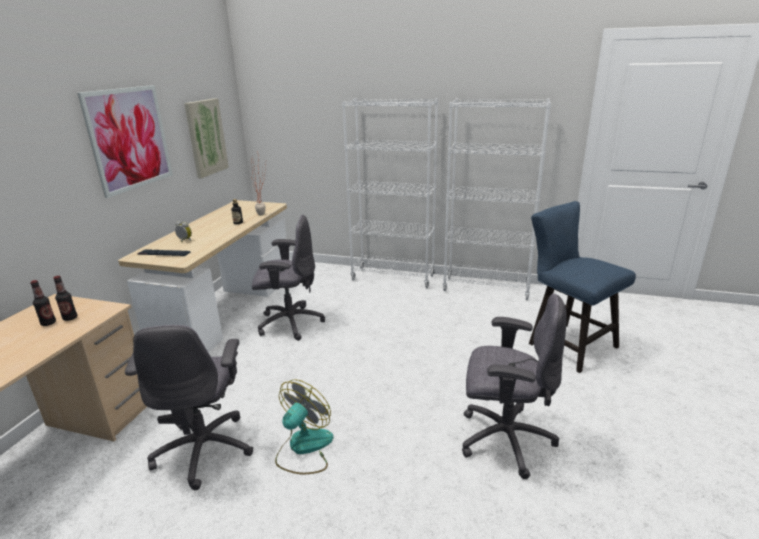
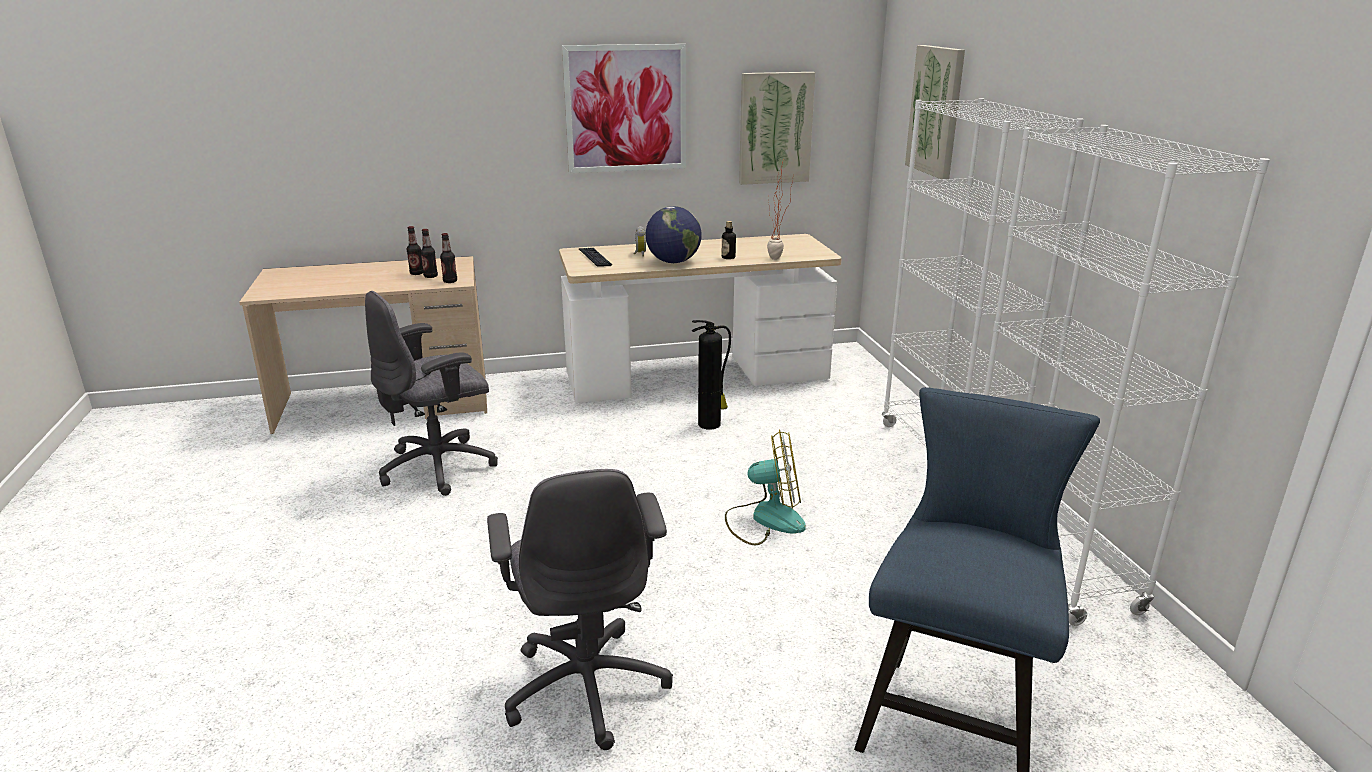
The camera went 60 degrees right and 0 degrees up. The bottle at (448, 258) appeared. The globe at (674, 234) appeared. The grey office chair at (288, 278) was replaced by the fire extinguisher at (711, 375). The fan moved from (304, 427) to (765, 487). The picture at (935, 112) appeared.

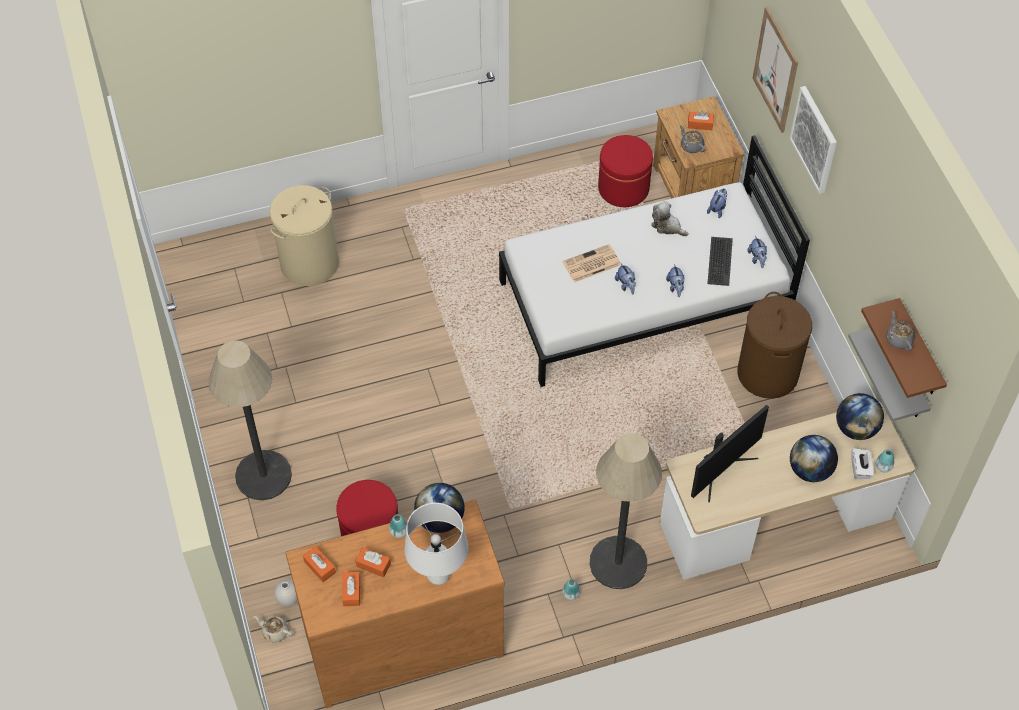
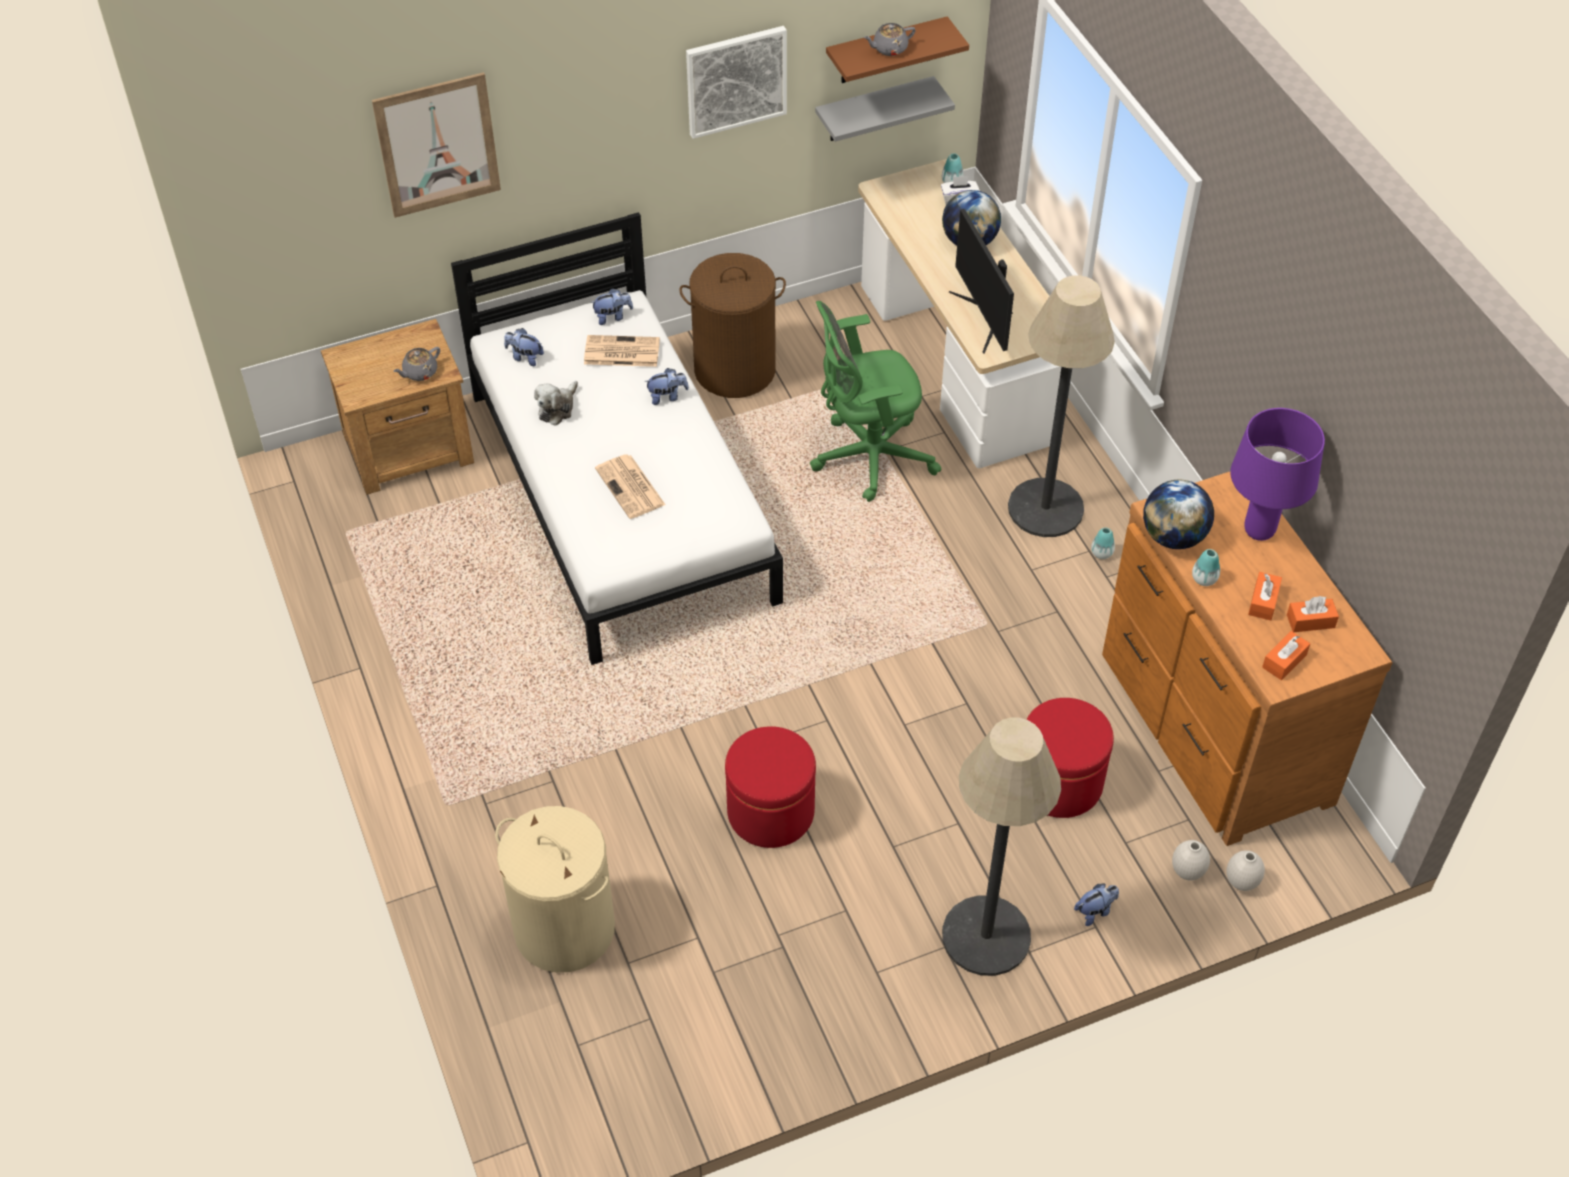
The camera went 95 degrees left and 5 degrees down. The keyboard at (720, 261) was replaced by the newspaper at (622, 351). The picture moved from (813, 140) to (736, 82). The red ottoman moved from (625, 171) to (770, 787). The green office chair at (875, 401) appeared. The monitor at (730, 453) turned 150 degrees counterclockwise. The plush toy moved from (625, 278) to (1096, 905). The beige teapot at (273, 629) was replaced by the white vase at (1246, 870). The white table lamp at (436, 544) became the purple table lamp at (1277, 474). The orange tissue box at (701, 120) disappeared. The globe at (860, 416) disappeared.

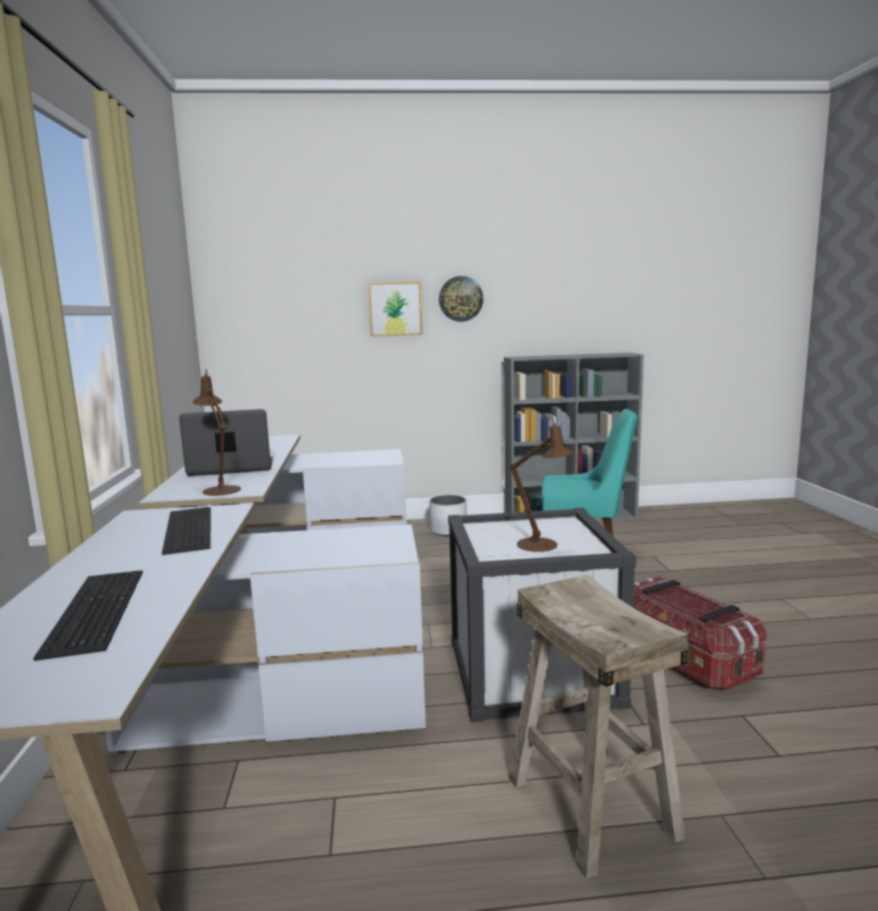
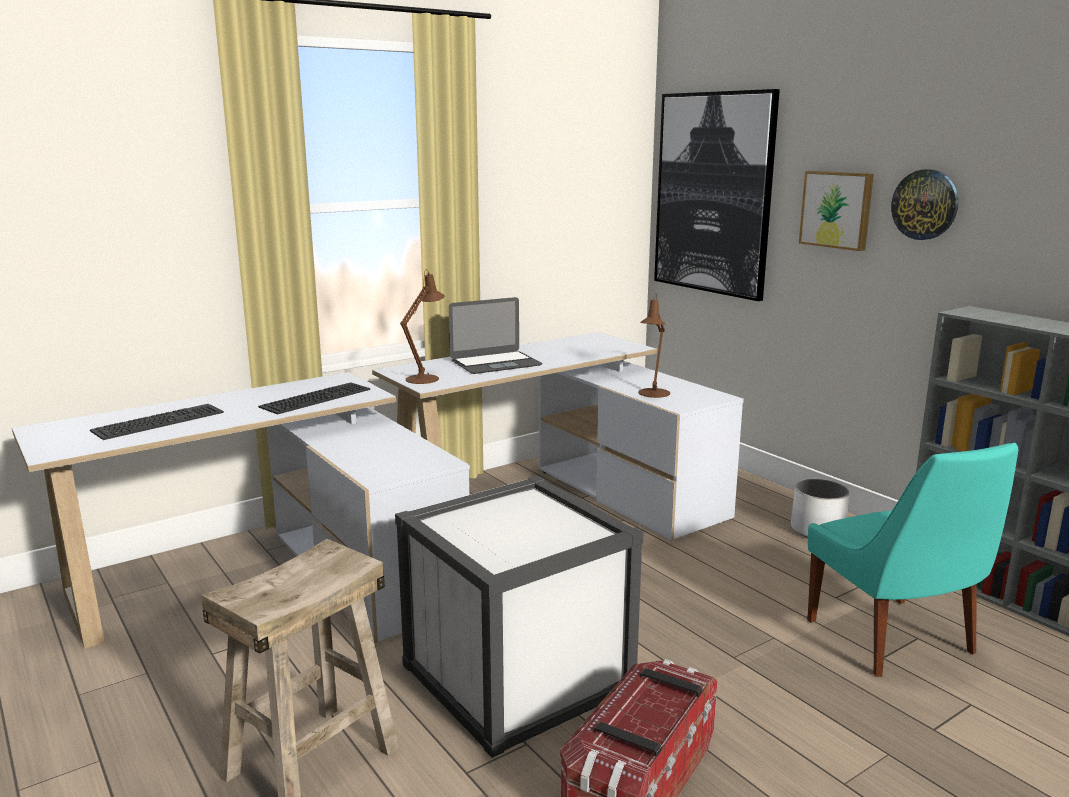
The camera went 60 degrees right and 5 degrees up. The laptop at (226, 442) turned 105 degrees clockwise. The brown table lamp moved from (542, 484) to (654, 345). The picture at (717, 195) appeared.

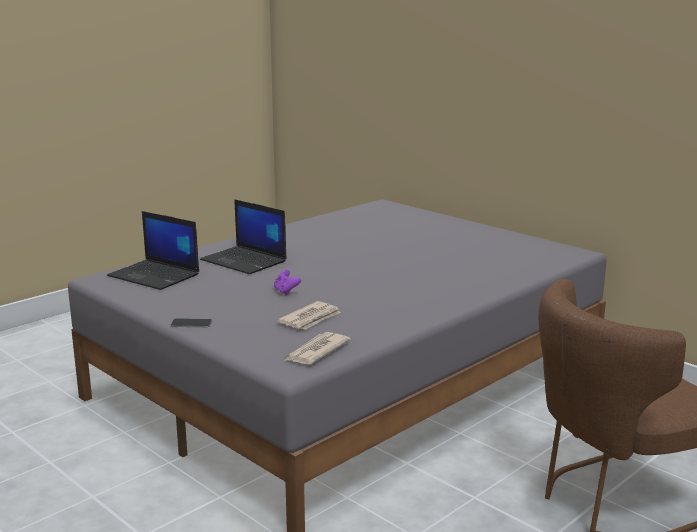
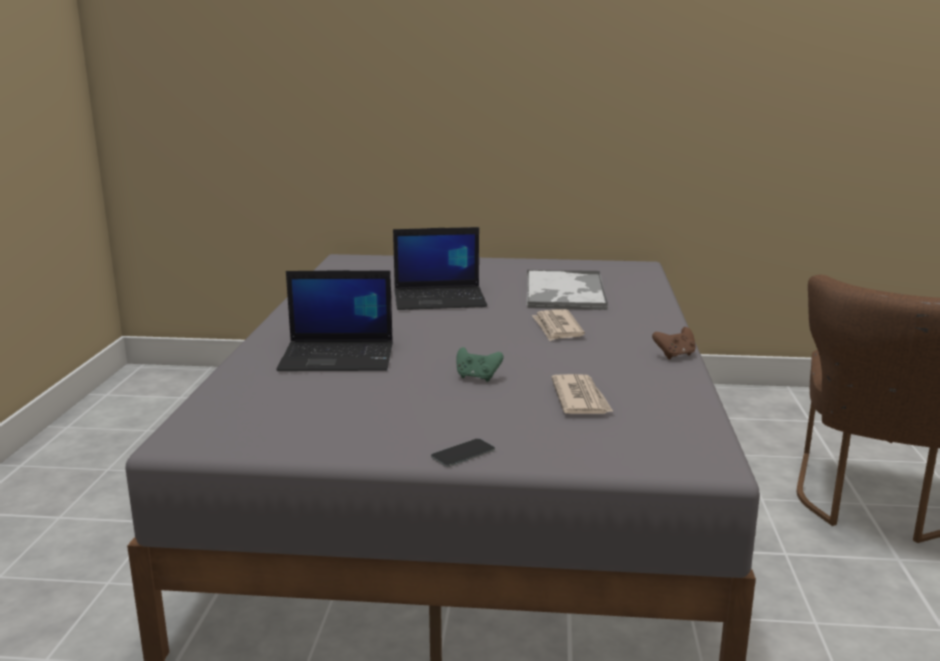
The camera went 40 degrees left and 0 degrees up. The laptop moved from (153, 250) to (440, 268). The purple game controller at (287, 282) became the green game controller at (479, 364). The tray at (567, 290) appeared. The newspaper moved from (317, 348) to (558, 325). The brown game controller at (674, 343) appeared.

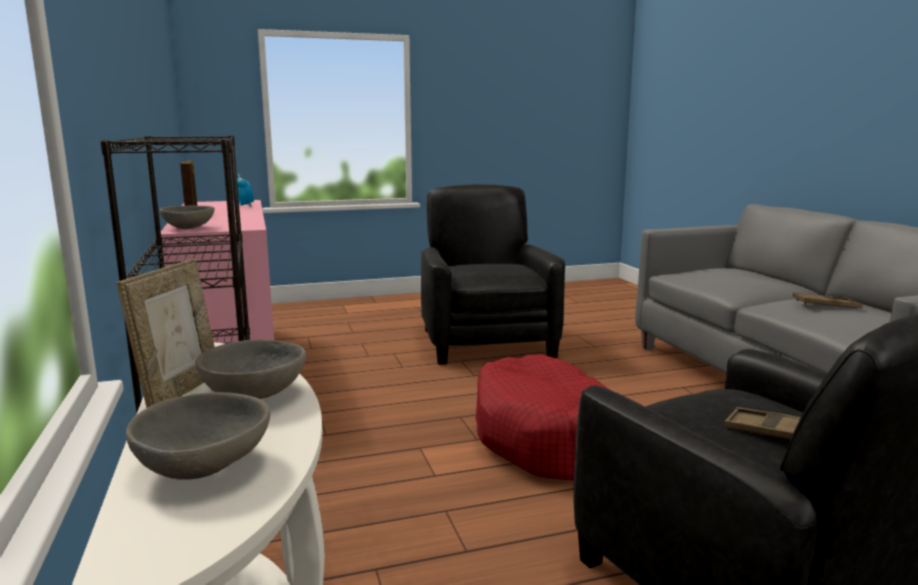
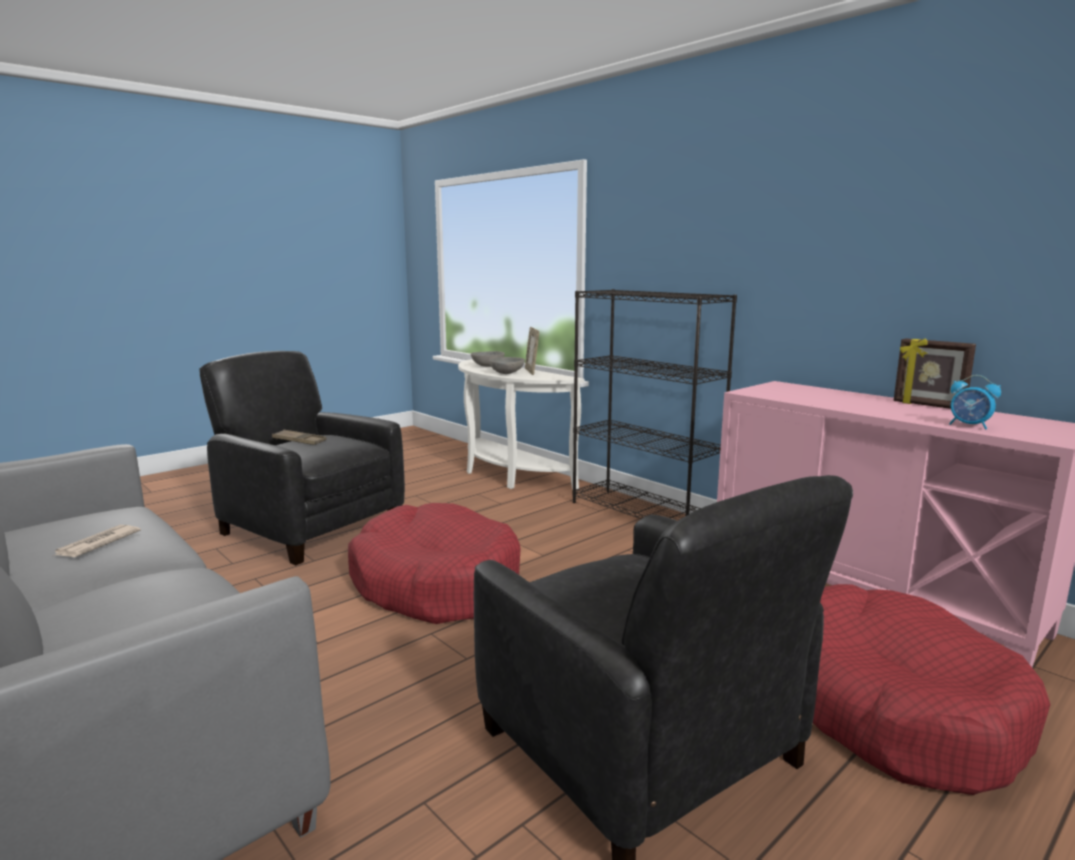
The camera went 155 degrees right and 0 degrees up. The brown tray at (827, 300) was replaced by the newspaper at (97, 541). The red dog bed at (931, 689) appeared. The grey bowl at (187, 217) disappeared.

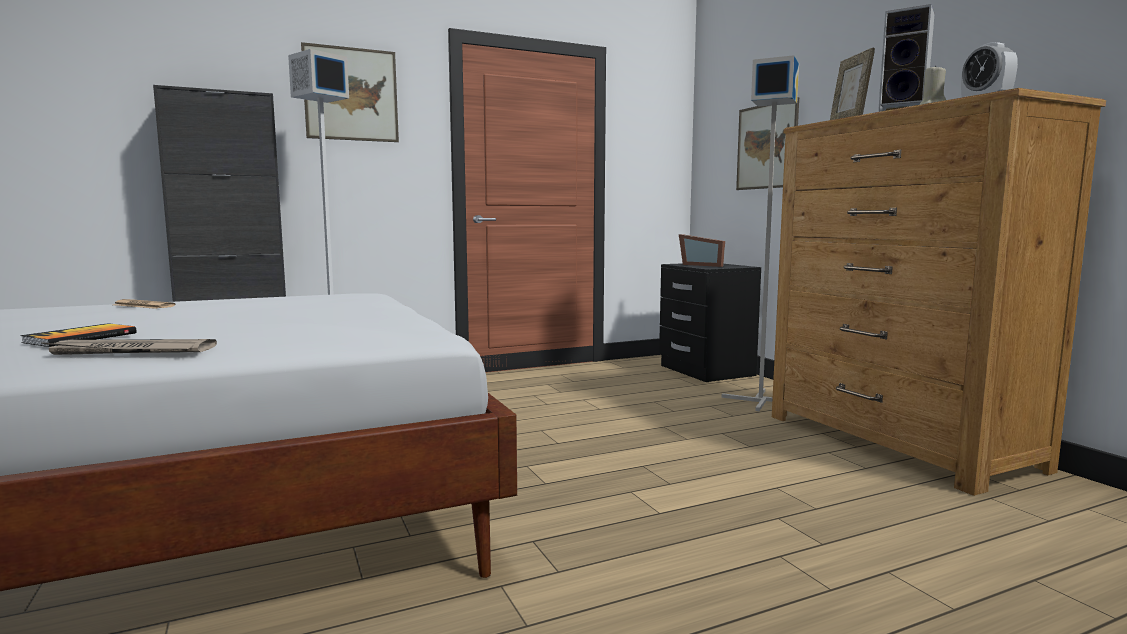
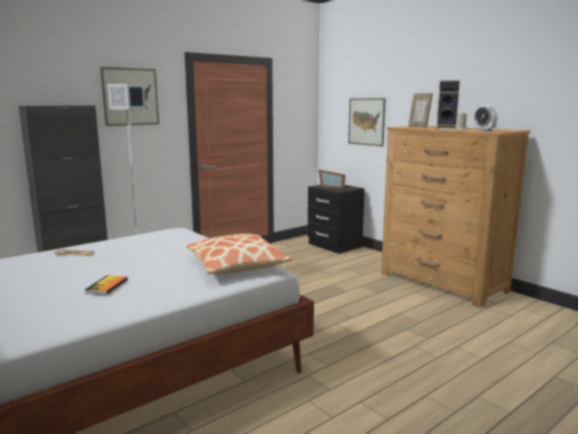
The camera went 15 degrees left and 5 degrees up. The pillow at (239, 254) appeared. The newspaper at (128, 347) disappeared. The grey floor lamp at (760, 233) disappeared.

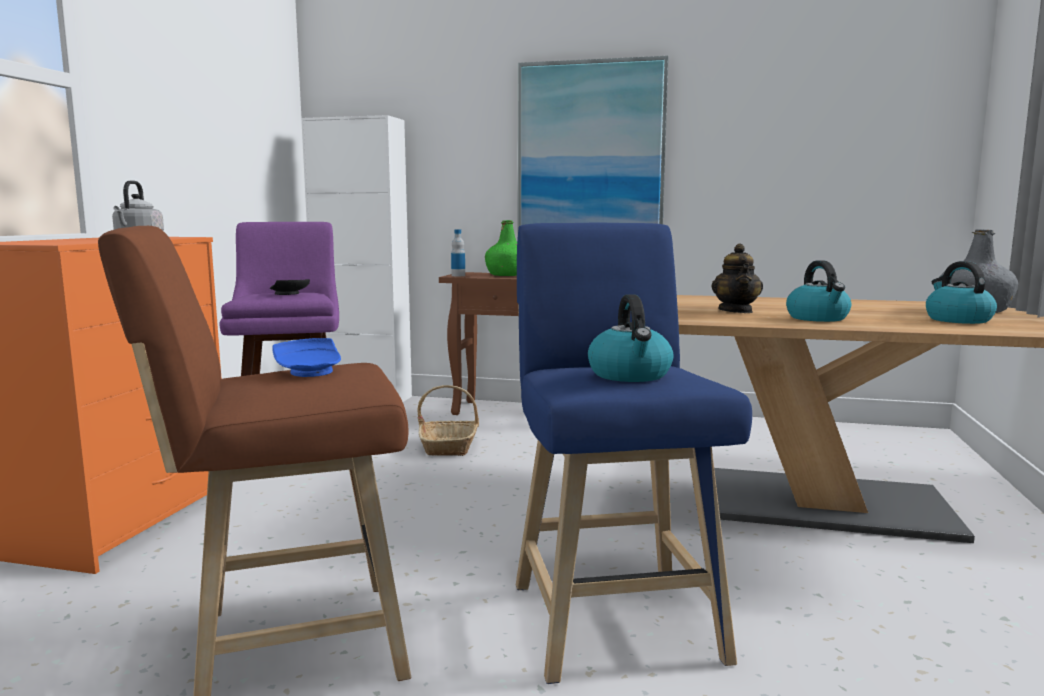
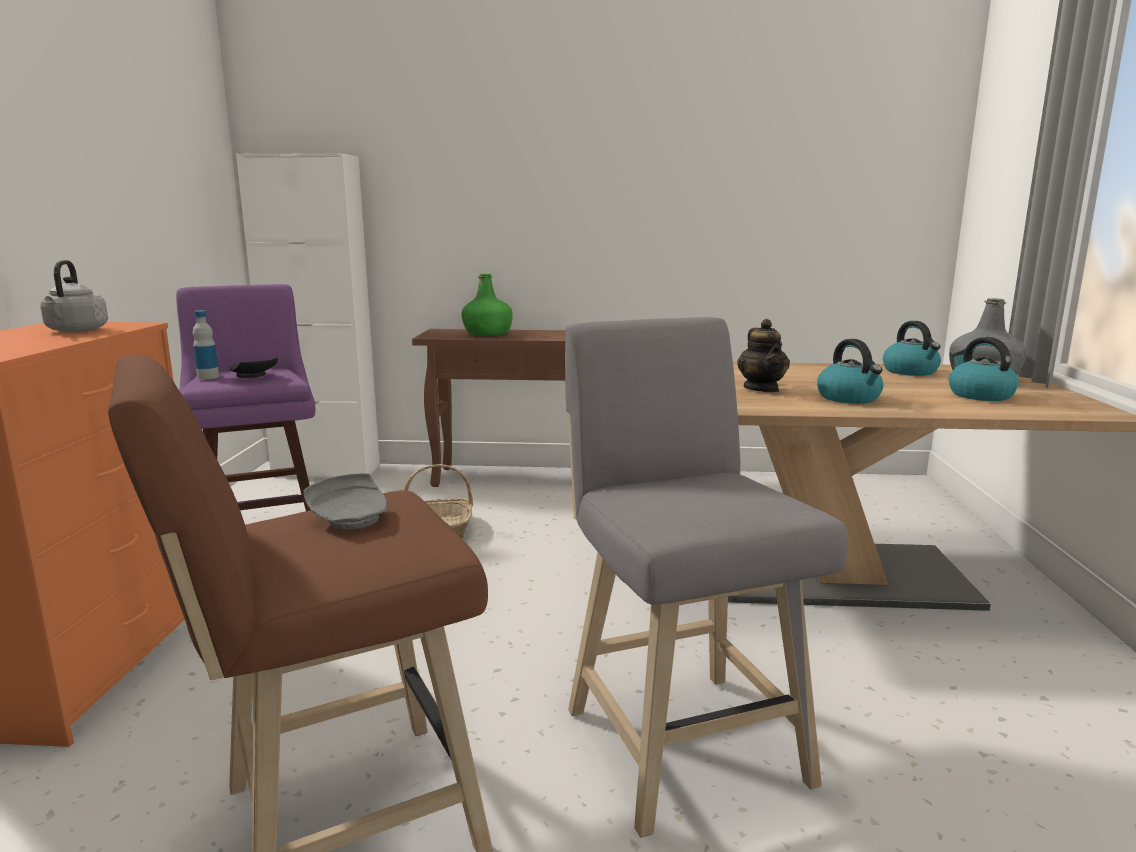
The camera went 10 degrees left and 5 degrees up. The bottle moved from (458, 252) to (206, 344). The blue plate at (306, 357) became the grey plate at (345, 501). The blue stool at (634, 453) became the grey stool at (706, 577). The kettle moved from (631, 338) to (912, 348). The picture at (593, 142) disappeared.

